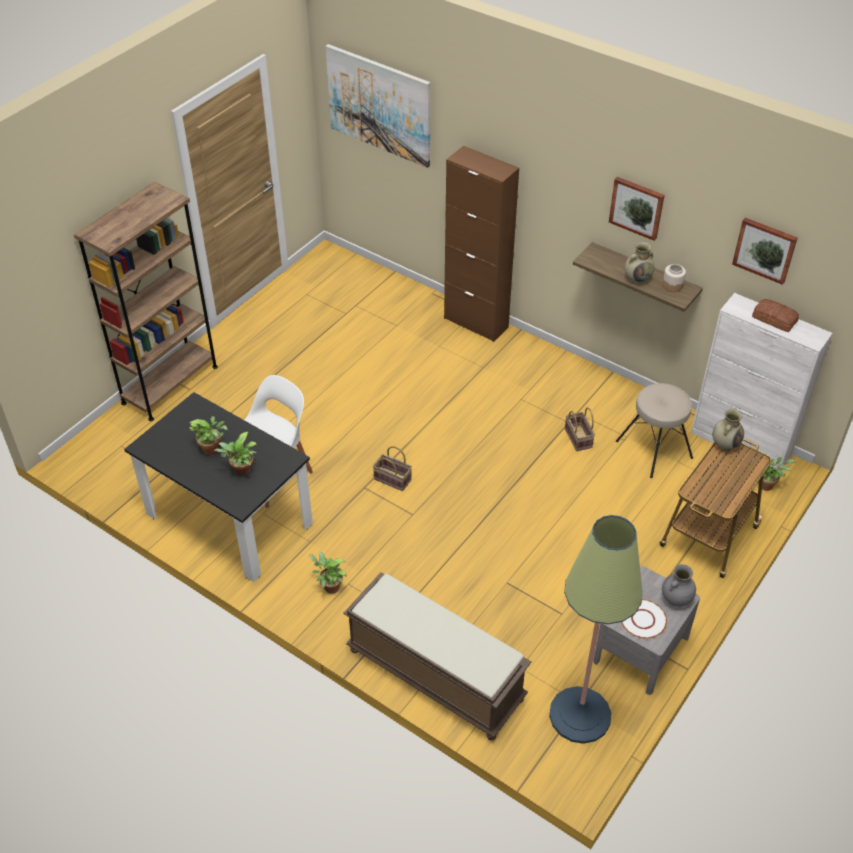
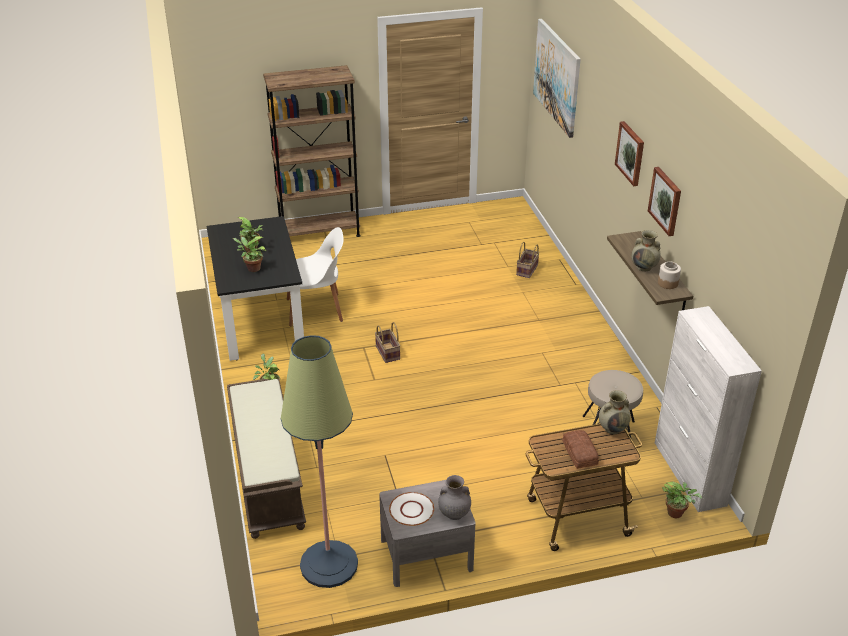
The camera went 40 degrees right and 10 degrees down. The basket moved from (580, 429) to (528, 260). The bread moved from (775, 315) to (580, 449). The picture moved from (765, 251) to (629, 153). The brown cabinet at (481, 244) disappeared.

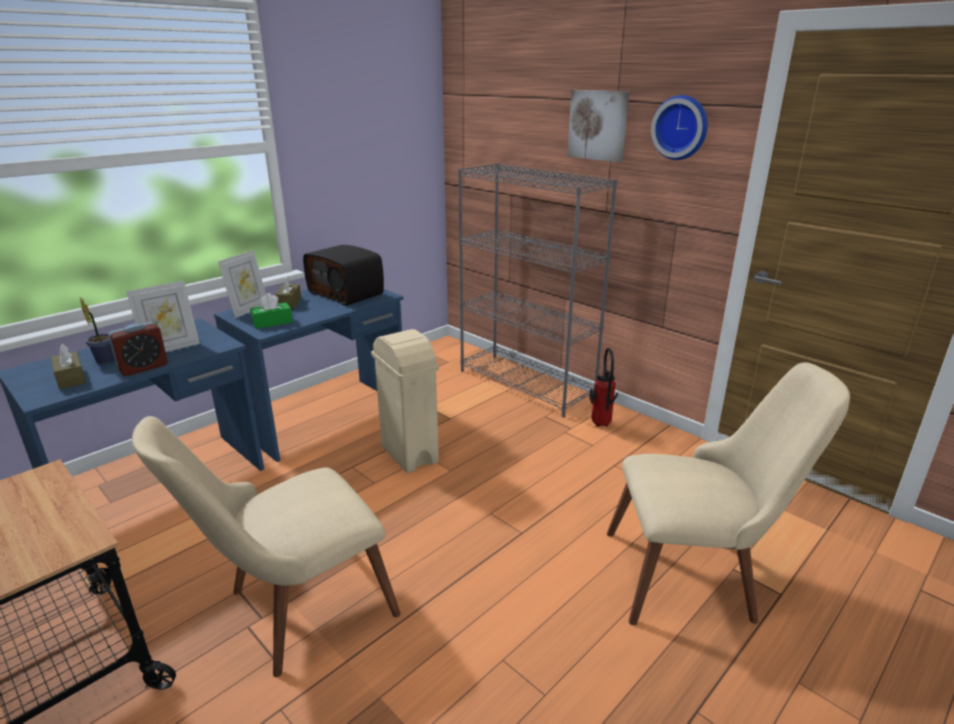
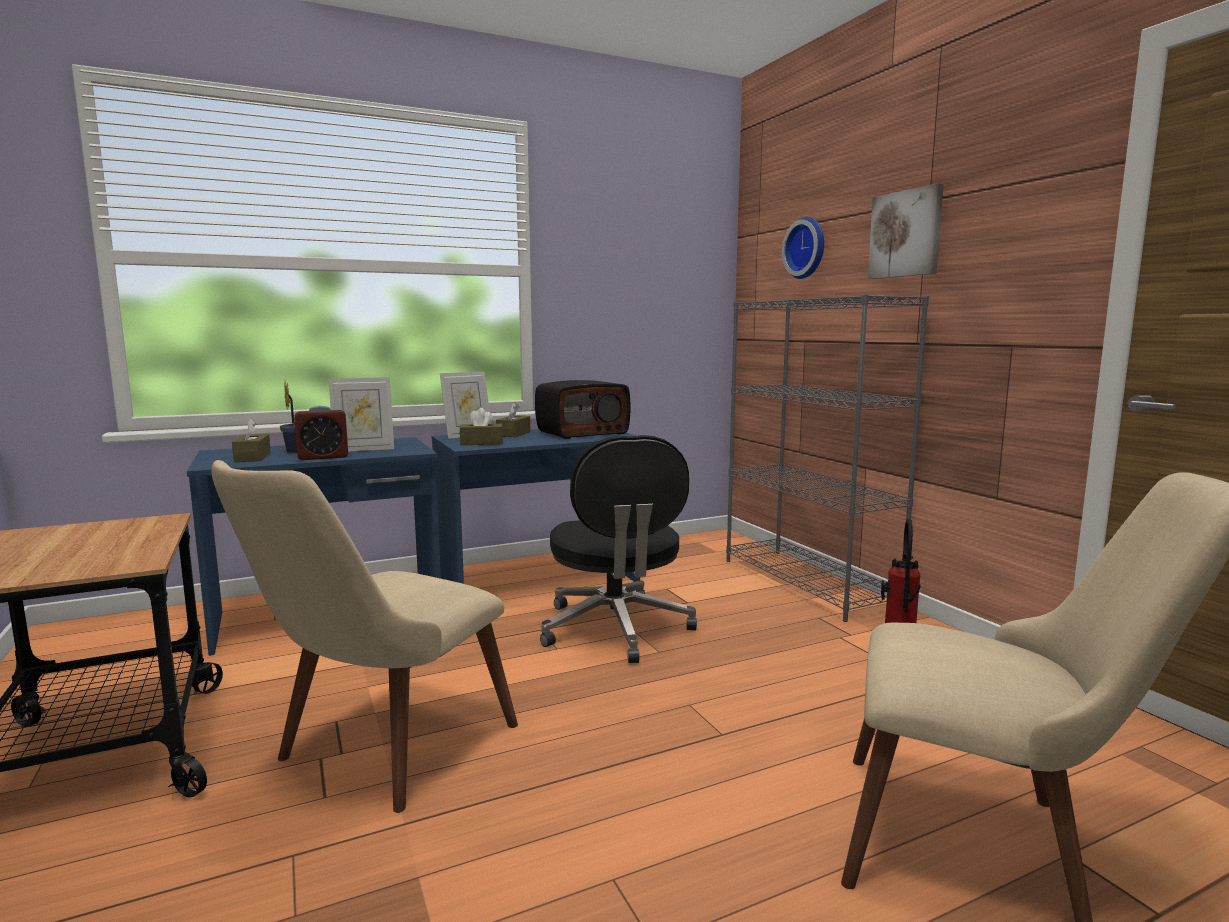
The camera went 20 degrees right and 15 degrees down. The beige chair at (266, 546) turned 45 degrees counterclockwise. The green tissue box at (271, 311) became the brown tissue box at (481, 426). The radio at (343, 275) turned 90 degrees counterclockwise. The beige trash can at (405, 401) was replaced by the black office chair at (618, 549). The wall clock moved from (679, 127) to (803, 248).

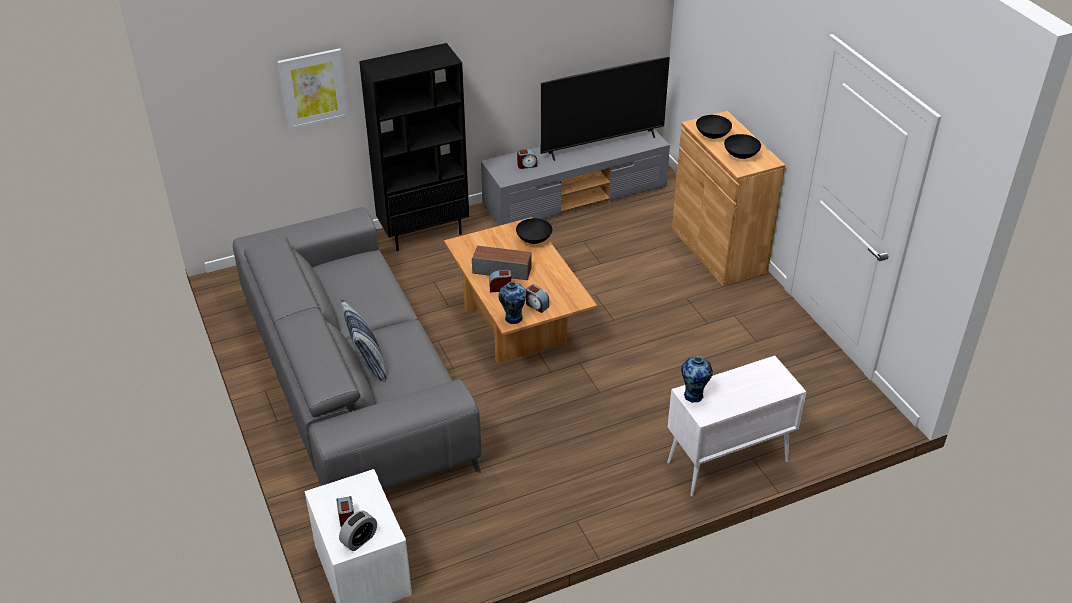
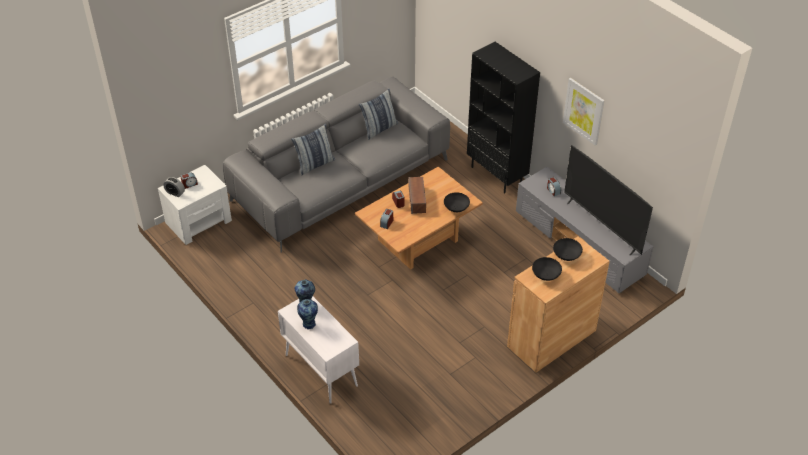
The camera went 75 degrees right and 5 degrees up. The vase moved from (512, 303) to (307, 314). The pillow at (378, 114) appeared. The picture moved from (313, 89) to (584, 112).

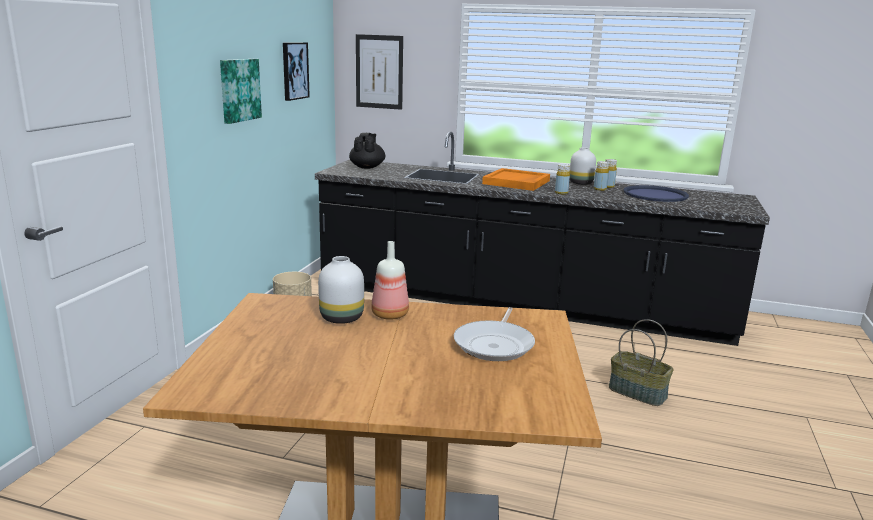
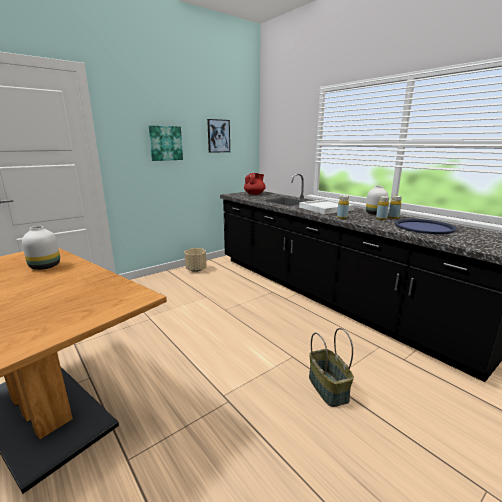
The camera went 35 degrees right and 0 degrees up. The black teapot at (367, 151) became the red teapot at (255, 184). The orange tray at (516, 179) became the white tray at (326, 206). The picture at (379, 72) disappeared. The bottle at (390, 280) disappeared. The frying pan at (494, 334) disappeared.

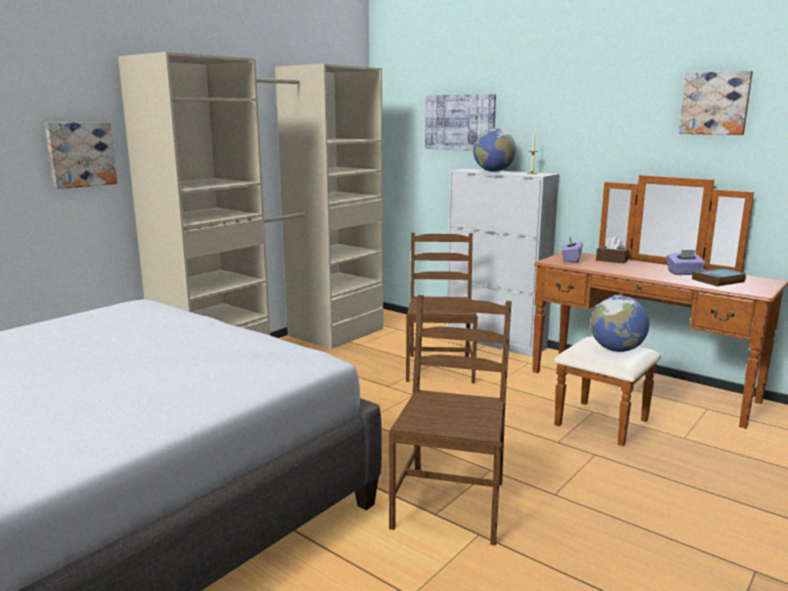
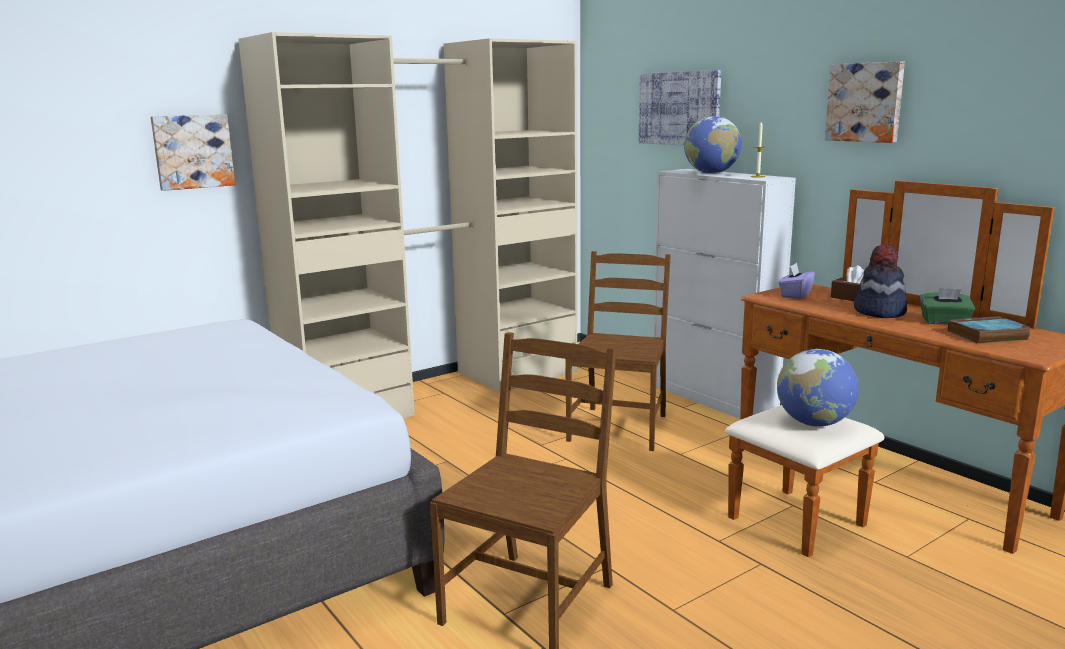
The camera went 15 degrees right and 0 degrees up. The picture moved from (716, 103) to (865, 102). The hat at (880, 281) appeared. The purple tissue box at (686, 262) became the green tissue box at (947, 306).

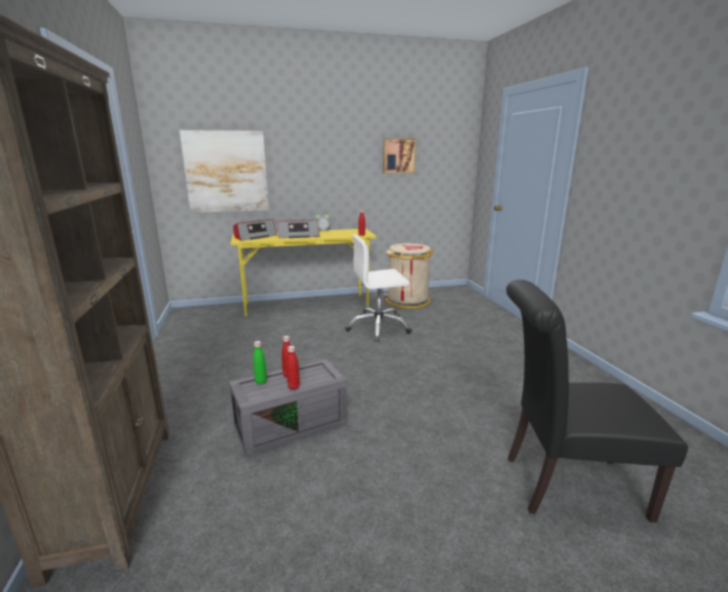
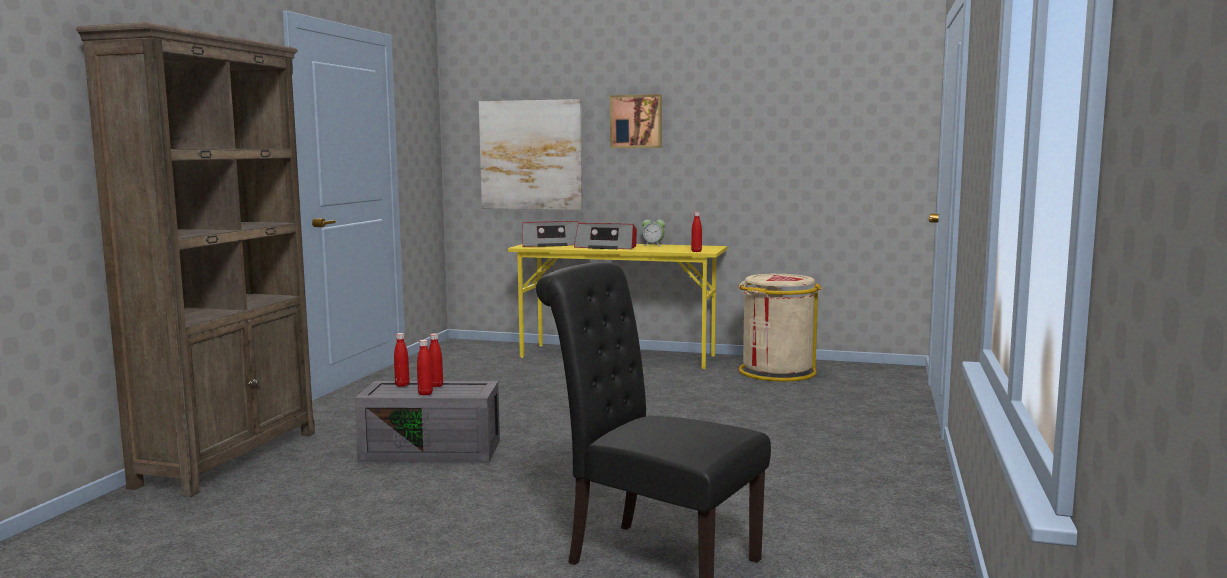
The camera went 30 degrees right and 10 degrees down. The green bottle at (260, 362) became the red bottle at (402, 360). The picture moved from (399, 156) to (636, 121). The white office chair at (378, 288) disappeared.

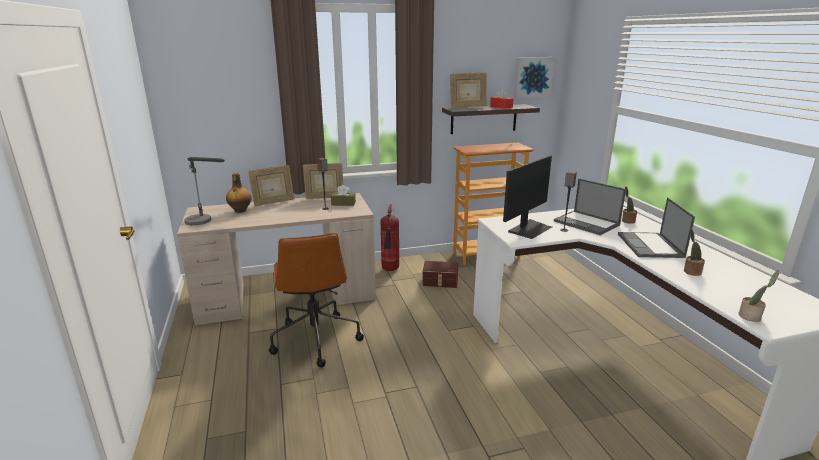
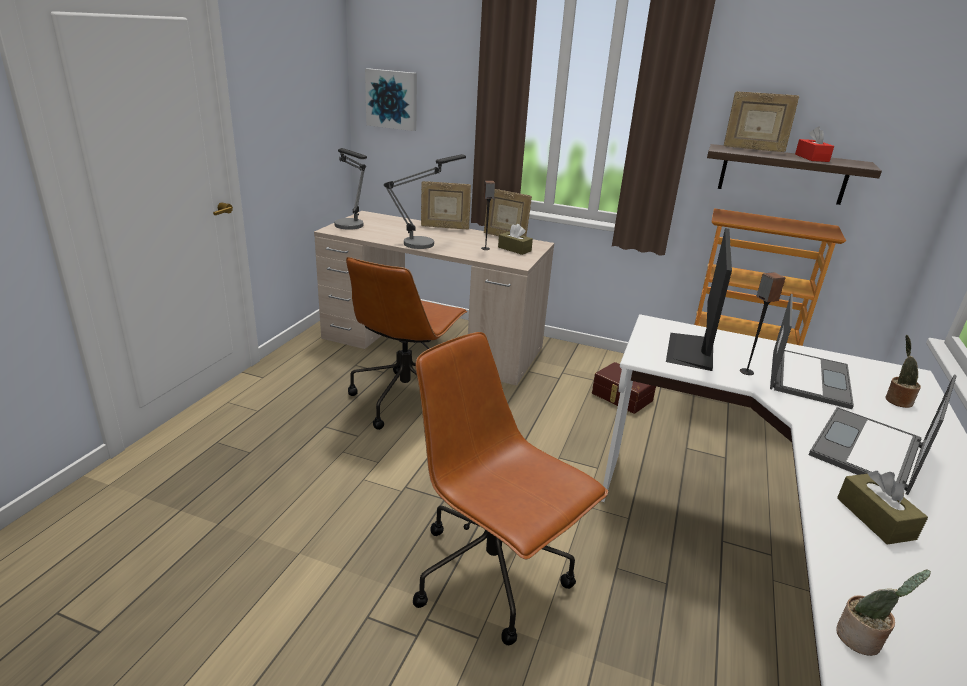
The camera went 35 degrees right and 5 degrees up. The picture moved from (534, 77) to (391, 99). The table lamp at (425, 201) appeared. The brown office chair at (510, 488) appeared. The monitor at (527, 197) turned 120 degrees clockwise. The laptop at (590, 207) turned 150 degrees counterclockwise. The potted plant at (694, 252) was replaced by the brown tissue box at (882, 508). The bottle at (239, 193) disappeared. The fire extinguisher at (390, 237) disappeared.

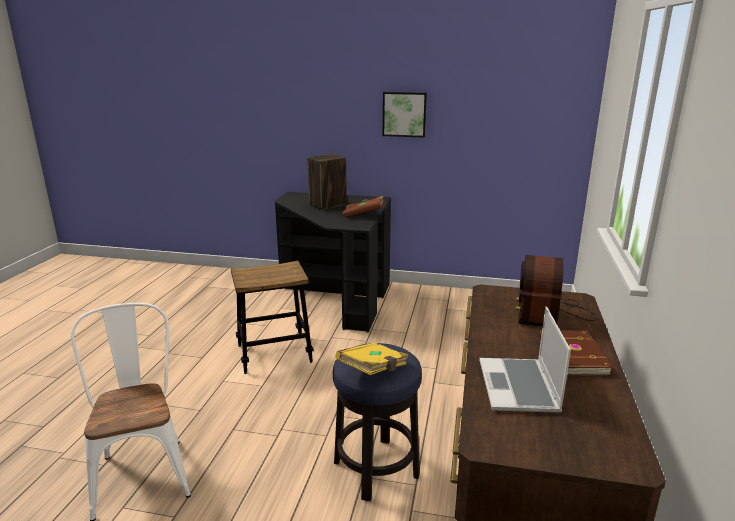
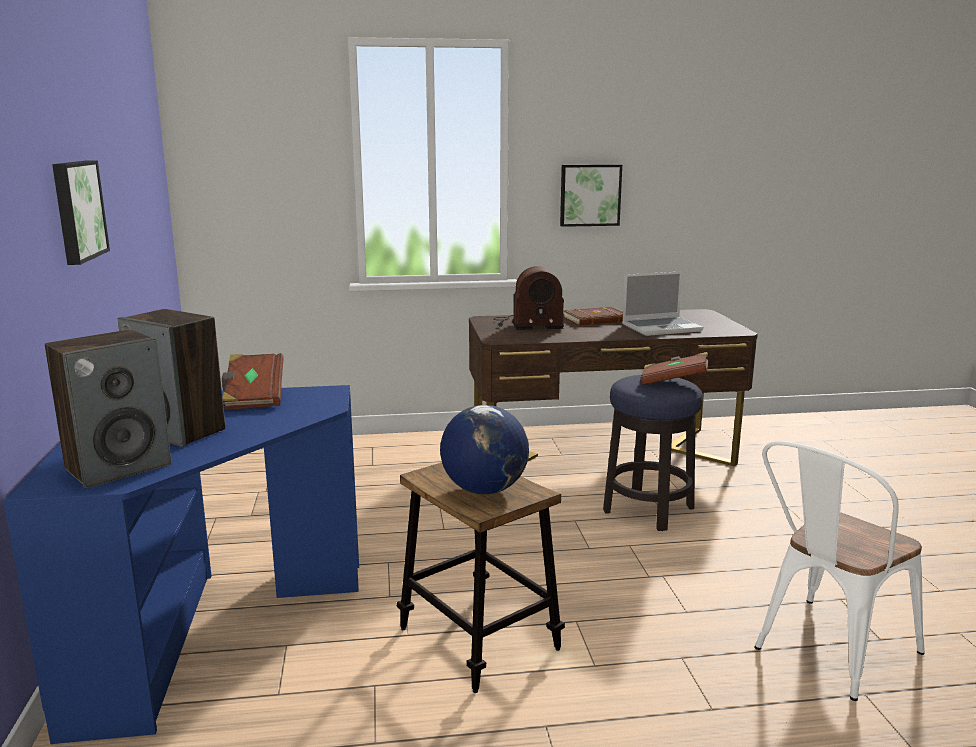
The camera went 110 degrees left and 5 degrees down. The black desk at (333, 262) became the blue desk at (181, 564). The speaker at (108, 408) appeared. The globe at (484, 449) appeared. The picture at (591, 195) appeared. The yellow book at (372, 359) became the brown book at (674, 368).

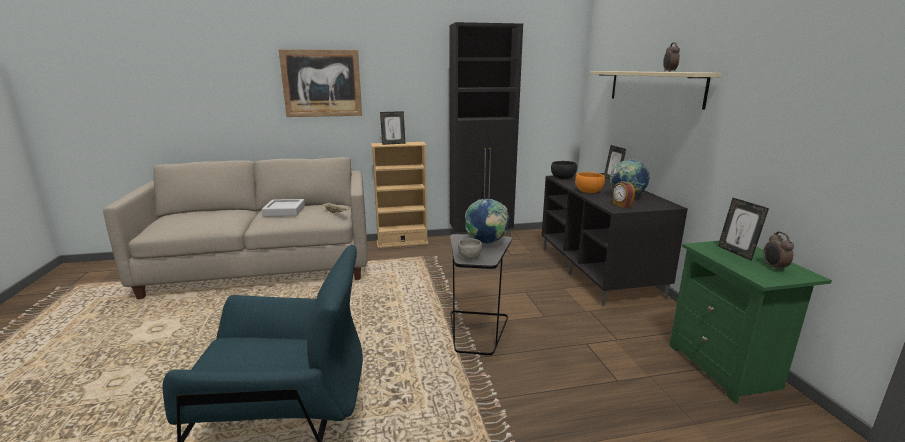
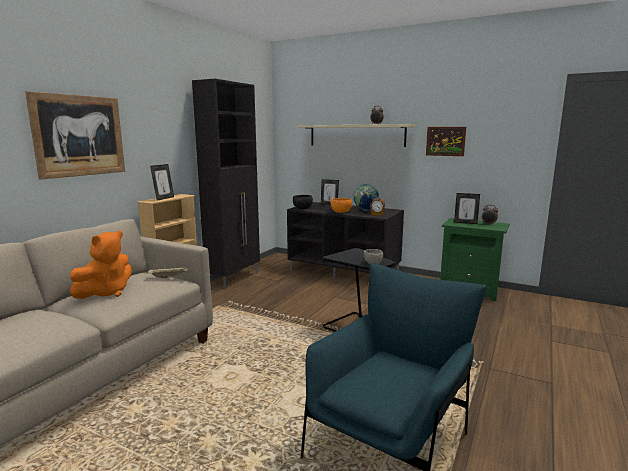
The camera went 50 degrees left and 5 degrees down. The grey tray at (283, 208) was replaced by the orange plush toy at (101, 265). The picture at (446, 141) appeared. The globe at (487, 221) disappeared.

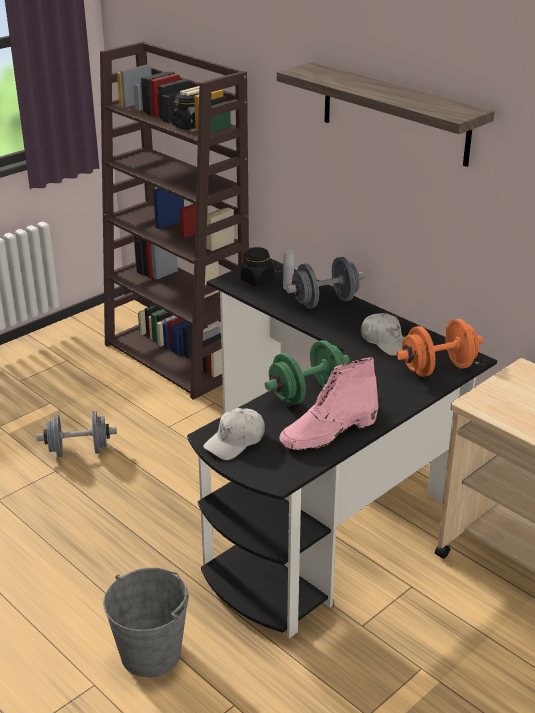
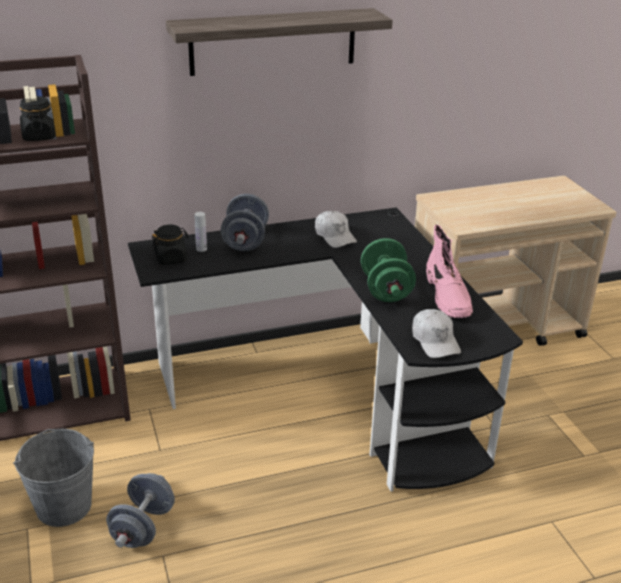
The camera went 65 degrees left and 0 degrees up. The grey bucket moved from (146, 622) to (53, 478). The white cap at (383, 334) turned 75 degrees clockwise. The orange dumbbell at (440, 348) disappeared.

